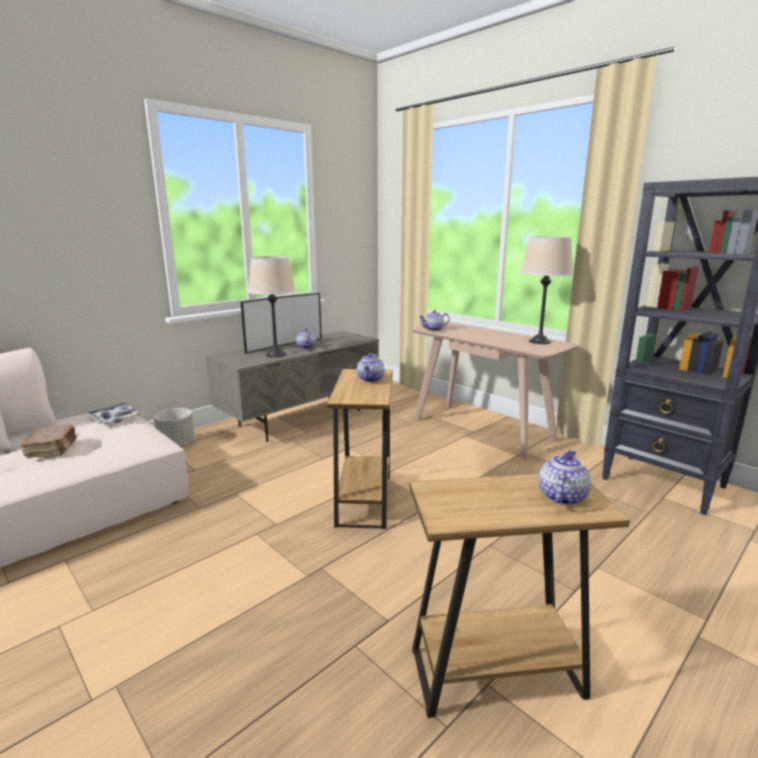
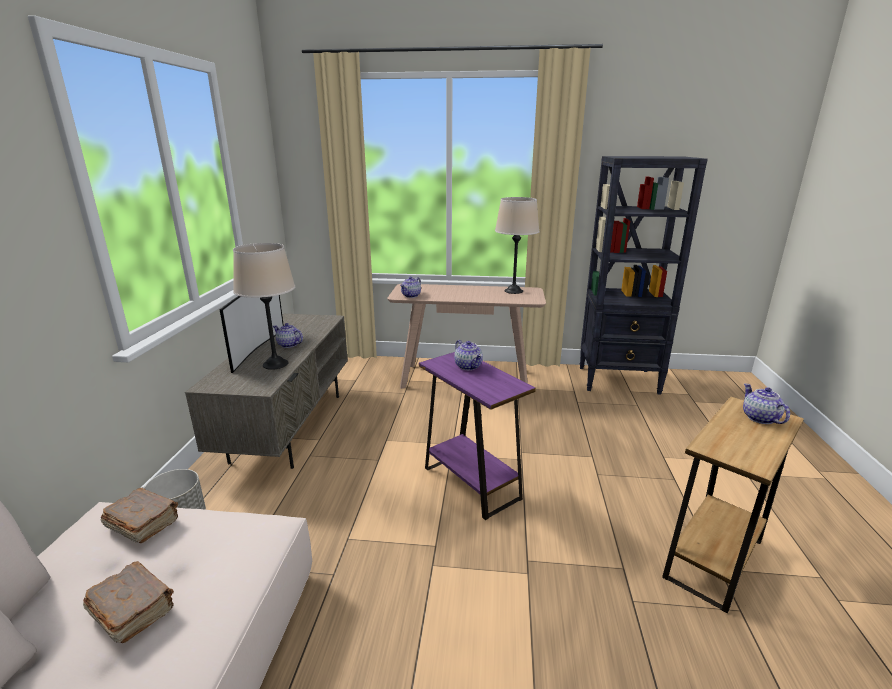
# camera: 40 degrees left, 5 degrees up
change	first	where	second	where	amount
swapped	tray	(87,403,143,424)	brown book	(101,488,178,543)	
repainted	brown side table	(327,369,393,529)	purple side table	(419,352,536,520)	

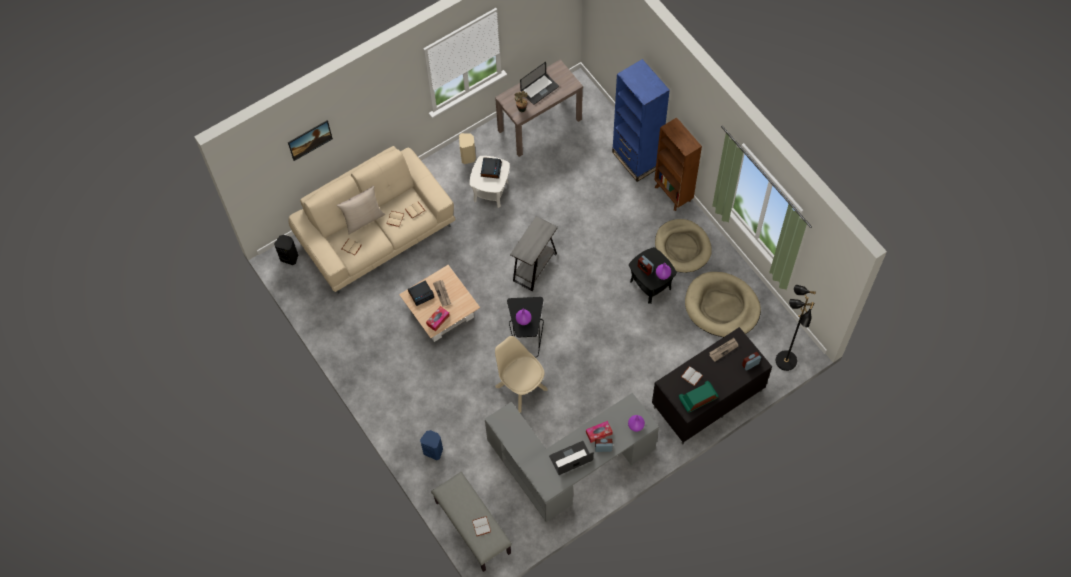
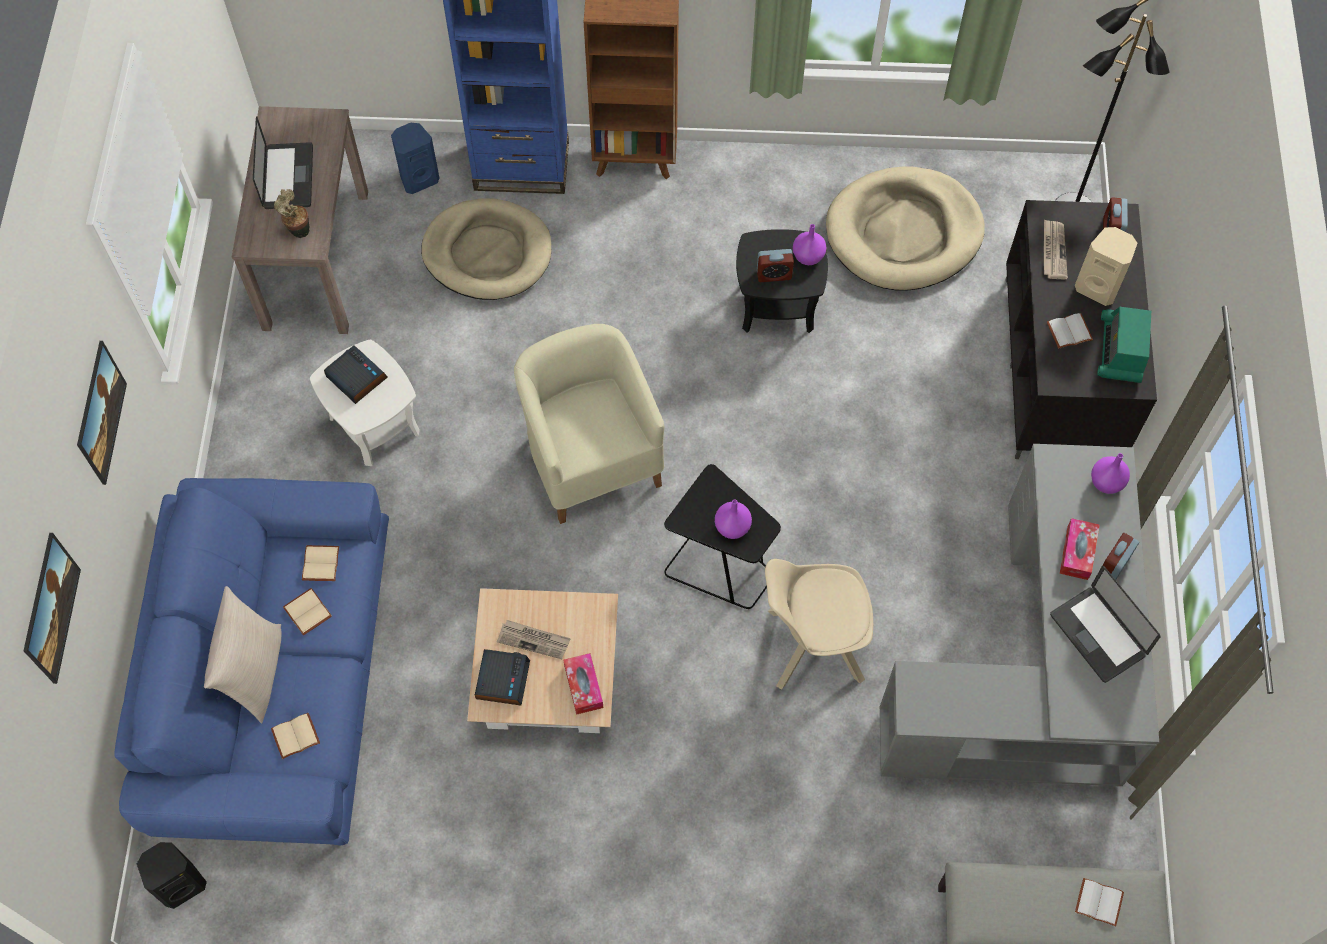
# camera: 55 degrees left, 0 degrees up
change	first	where	second	where	amount
repainted	beige sofa	(289,146,455,293)	blue sofa	(114,478,389,845)	
shifted	blue speaker	(420,430,443,460)		(391,123,439,194)	
shifted	beige speaker	(459,133,476,164)		(1075,227,1138,306)	
swapped	grey side table	(510,216,558,291)	beige armchair	(514,324,664,524)	
rotated	laptop	(549,441,594,475)		(1050,566,1161,683)	45 degrees counterclockwise
shifted	beige dog bed	(655,219,712,273)		(421,198,551,300)	
new			picture	(77,341,127,485)	

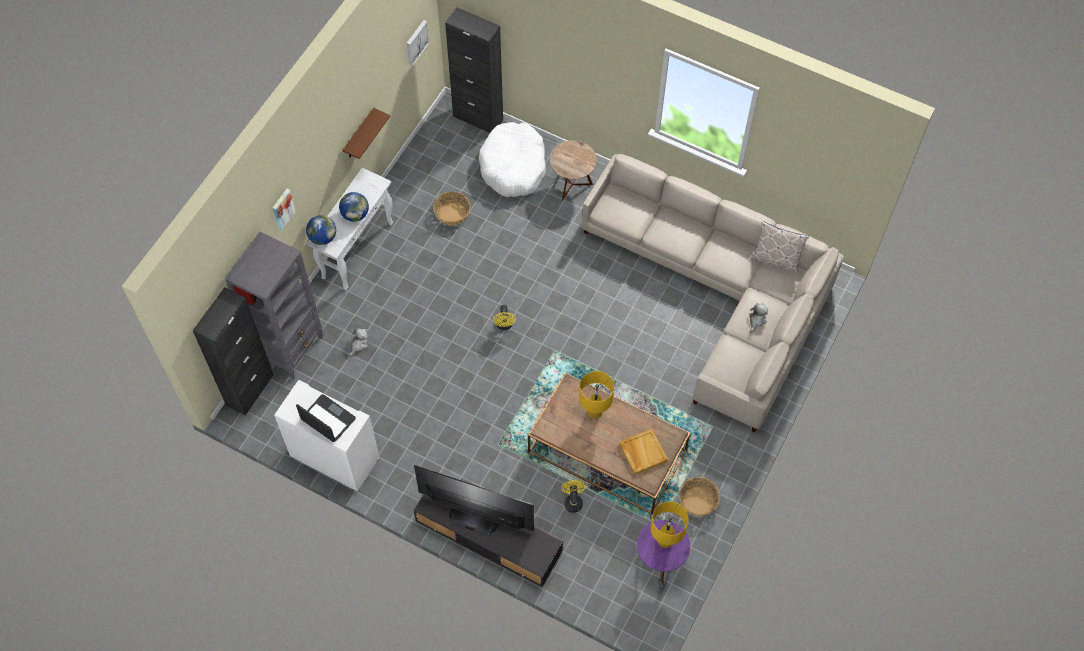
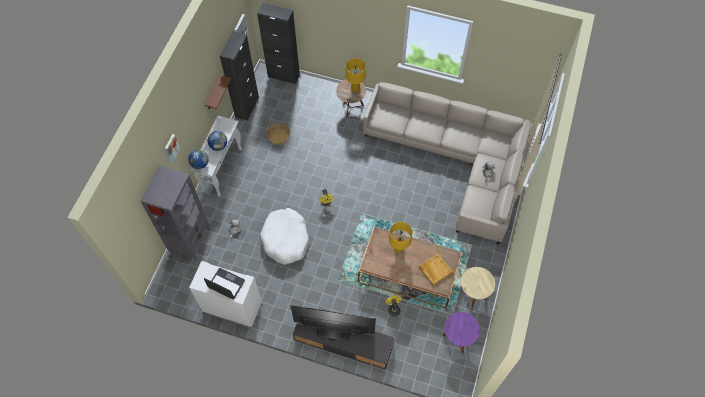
# camera: 10 degrees left, 0 degrees up
change	first	where	second	where	amount
shifted	black cabinet	(193,287,274,416)		(220,31,259,121)	
shifted	white dog bed	(479,122,546,197)		(261,208,309,265)	
shifted	yellow table lamp	(650,501,689,548)		(346,58,366,92)	
swapped	basket	(679,477,720,516)	beige side table	(461,267,495,309)	
gone	pillow	(750,221,809,274)			

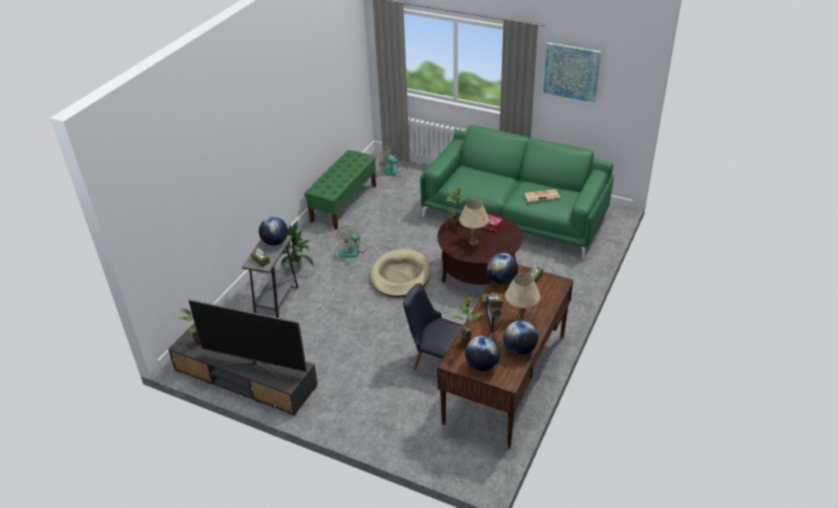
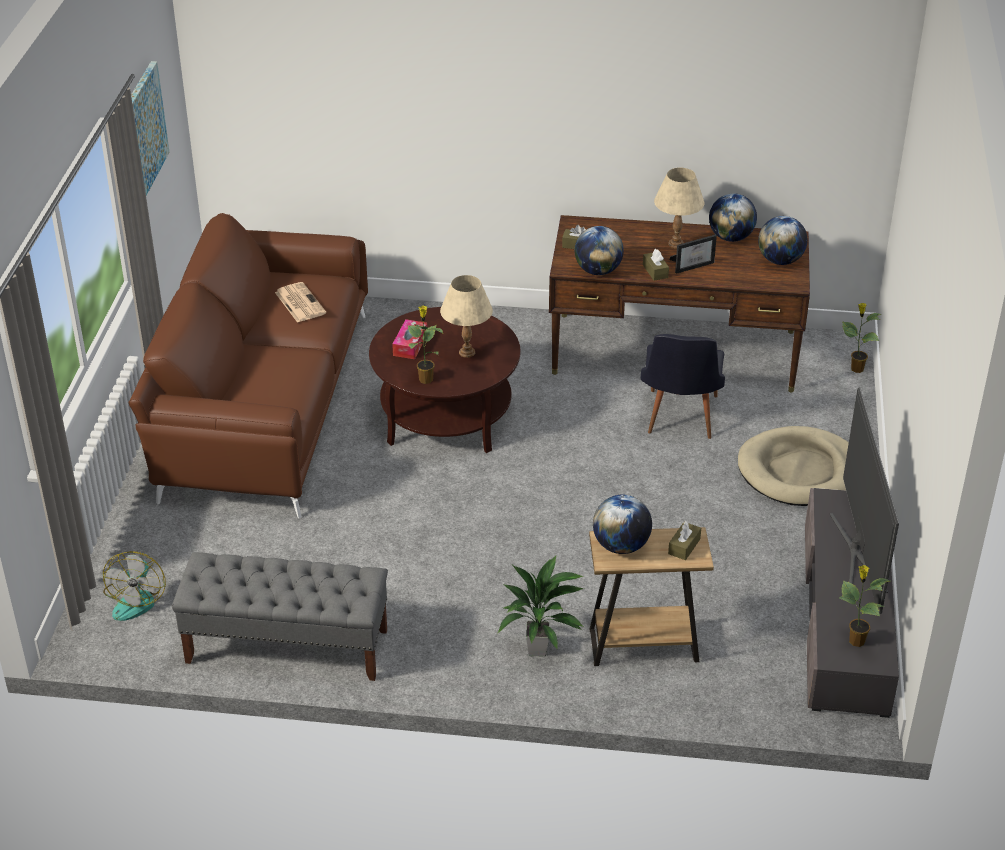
# camera: 110 degrees left, 0 degrees up
change	first	where	second	where	amount
repainted	grey side table	(242,235,298,318)	brown side table	(589,527,714,666)	
repainted	green bench	(304,150,376,230)	grey bench	(172,552,388,681)	
gone	fan	(337,225,368,258)			
shifted	beige dog bed	(370,249,431,297)		(738,426,849,506)	
repainted	green sofa	(420,125,614,259)	brown sofa	(129,213,368,518)	
shifted	potted plant	(451,297,483,346)		(842,303,881,373)	

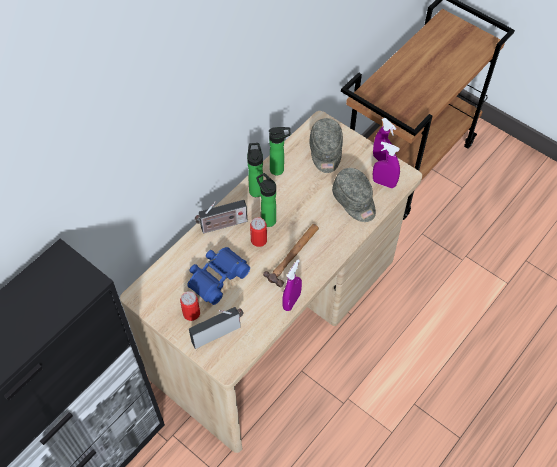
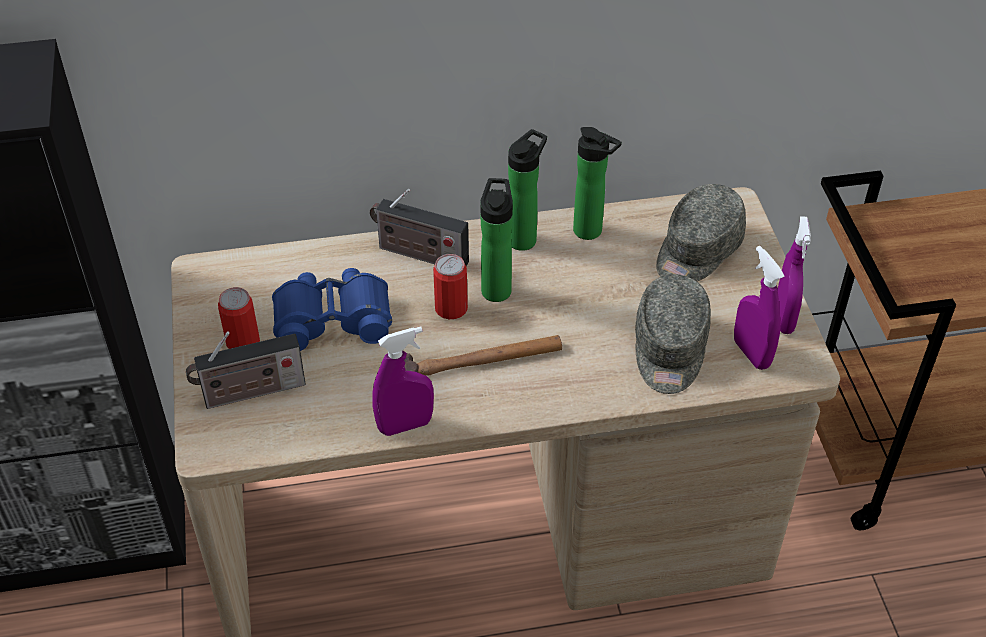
# camera: 40 degrees right, 10 degrees down
change	first	where	second	where	amount
rotated	radio	(189,307,244,349)		(186,332,306,409)	150 degrees clockwise

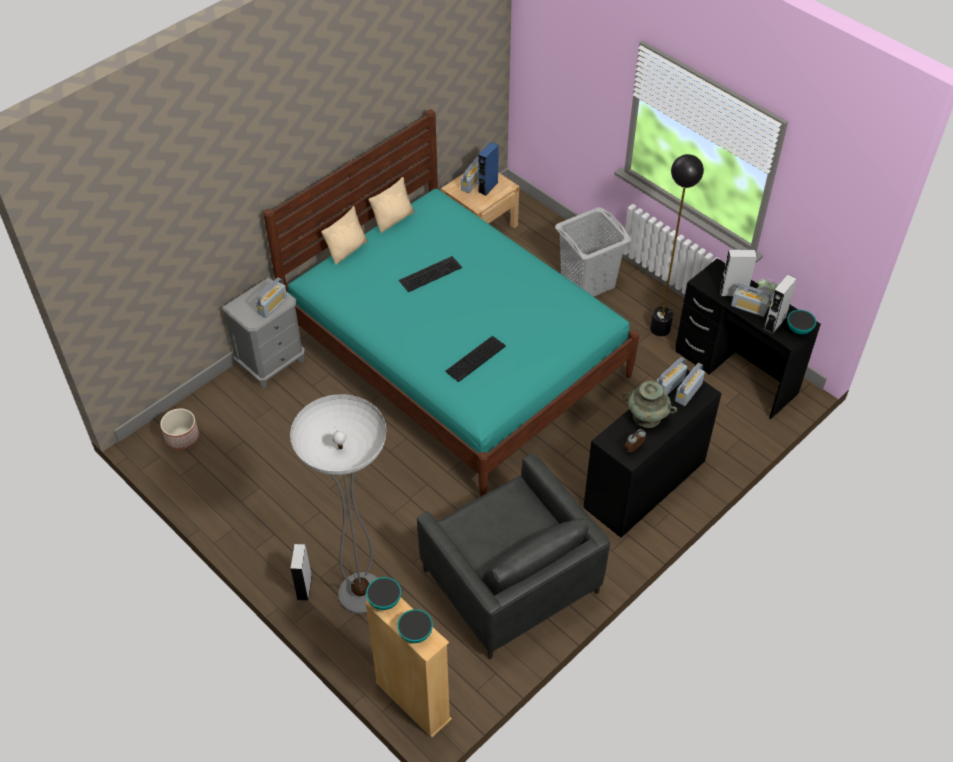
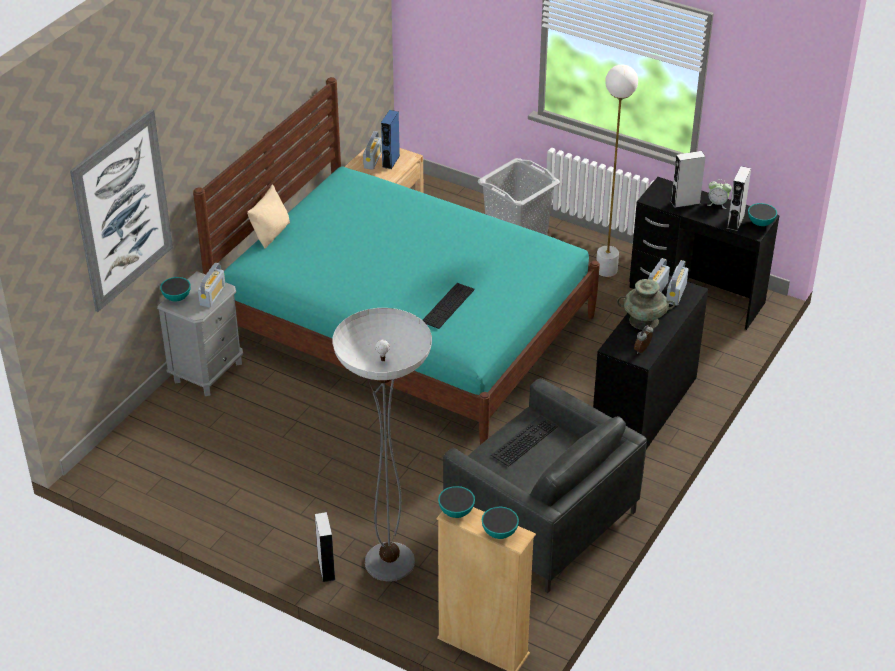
# camera: 15 degrees left, 10 degrees down
change	first	where	second	where	amount
gone	planter	(160,409,199,450)			
gone	beige pillow	(369,177,414,233)			
shifted	keyboard	(399,256,462,292)		(491,416,558,467)	
repainted	black floor lamp	(650,154,704,336)	white floor lamp	(596,65,638,277)	
gone	radio	(731,283,771,317)			
new			picture	(70,109,173,312)	
new			bowl	(160,277,191,301)	

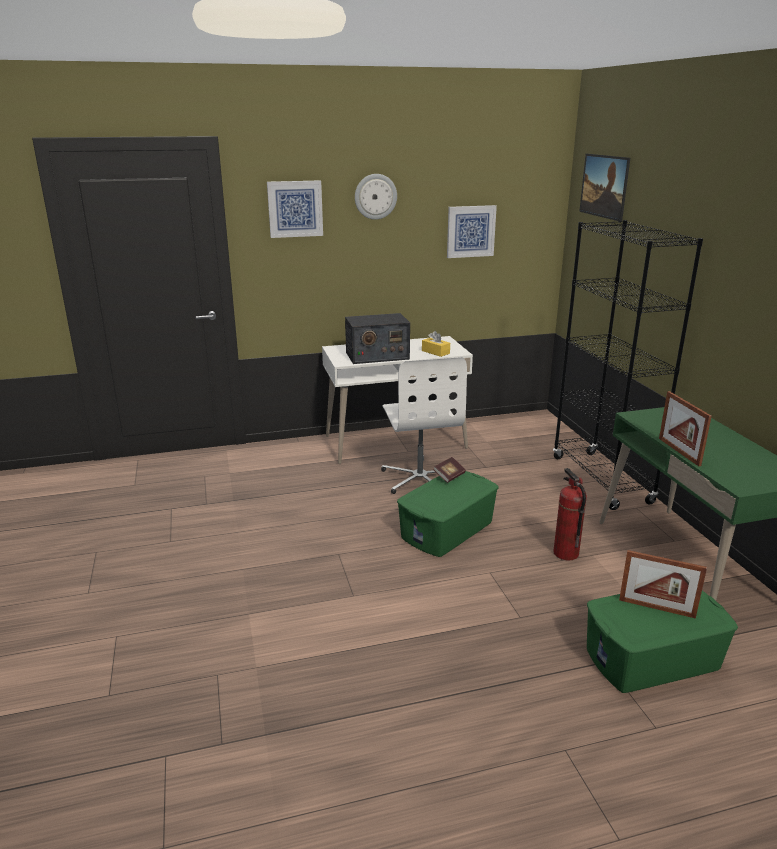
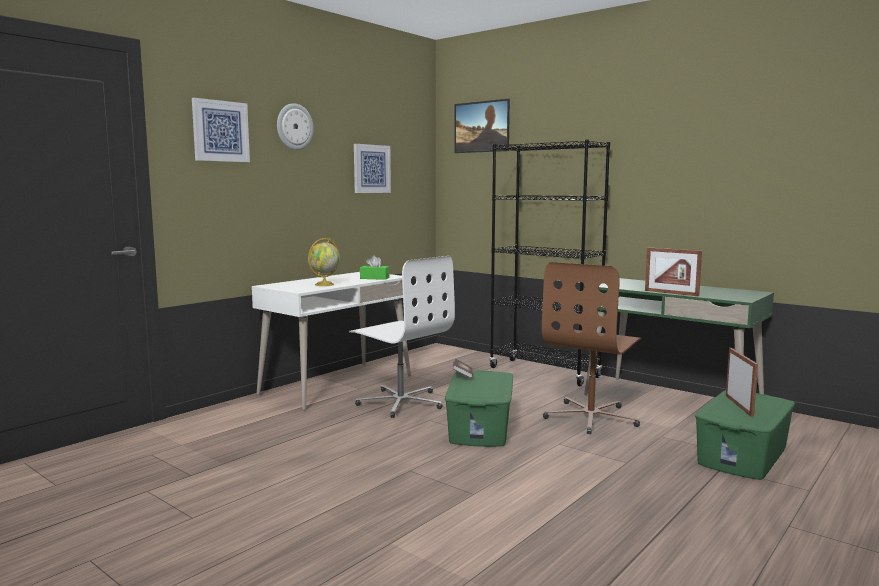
# camera: 35 degrees left, 15 degrees down
change	first	where	second	where	amount
swapped	radio	(345,313,410,364)	globe	(308,238,340,286)	
repainted	yellow tissue box	(422,331,450,357)	green tissue box	(360,256,389,280)	
swapped	fire extinguisher	(553,468,587,561)	brown office chair	(542,262,641,434)	
rotated	picture frame	(619,550,707,619)		(726,348,758,417)	75 degrees counterclockwise

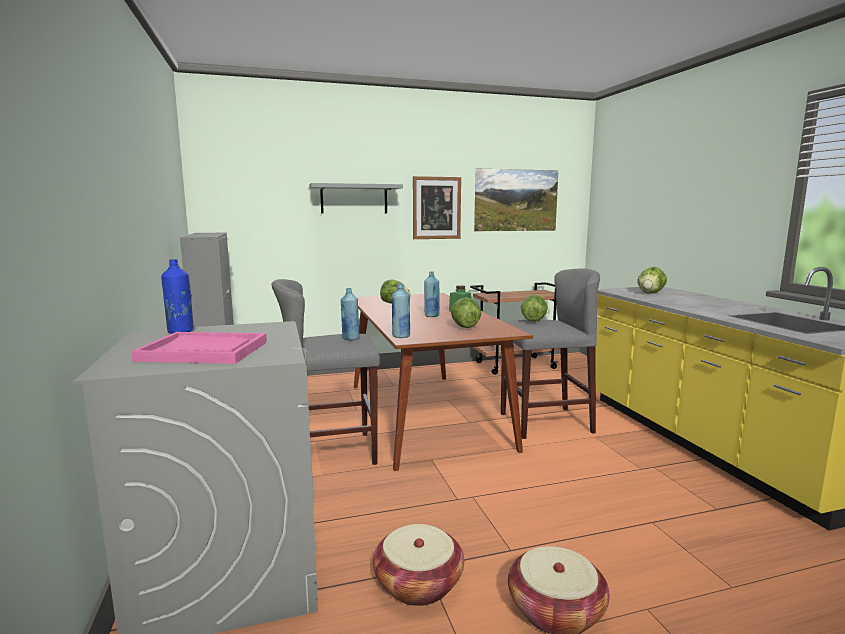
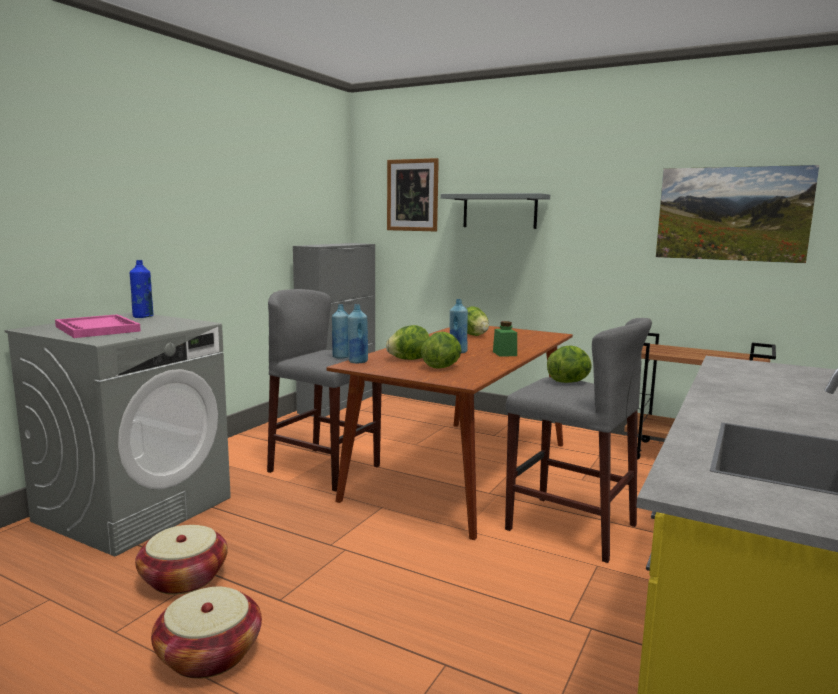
# camera: 45 degrees right, 0 degrees up
change	first	where	second	where	amount
shifted	picture	(413,176,461,239)		(387,158,439,231)	
shifted	lettuce	(637,267,667,294)		(386,325,429,360)	

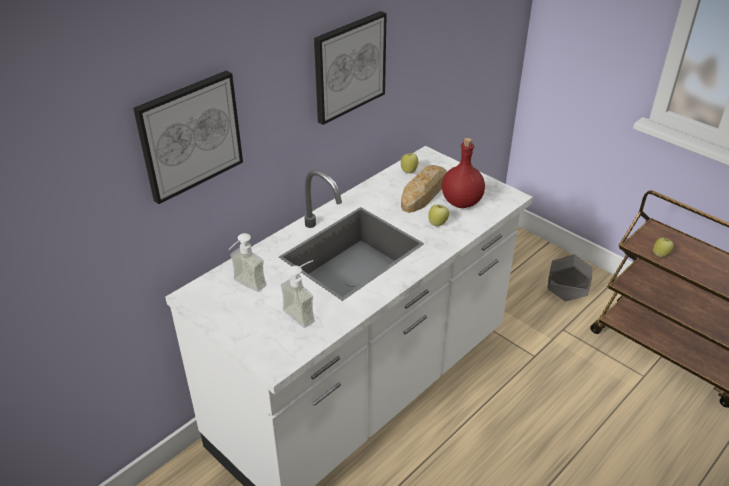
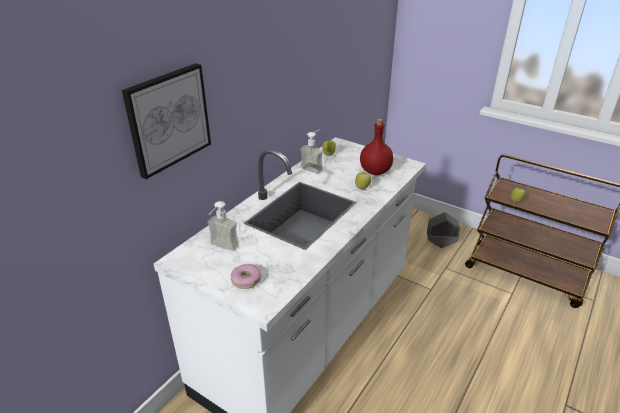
# camera: 10 degrees left, 5 degrees down
change	first	where	second	where	amount
shifted	soap dispenser	(281,260,315,328)		(300,130,323,174)	
gone	picture	(314,11,387,125)			
gone	bread	(401,165,447,213)			
new			donut	(231,264,261,289)	

